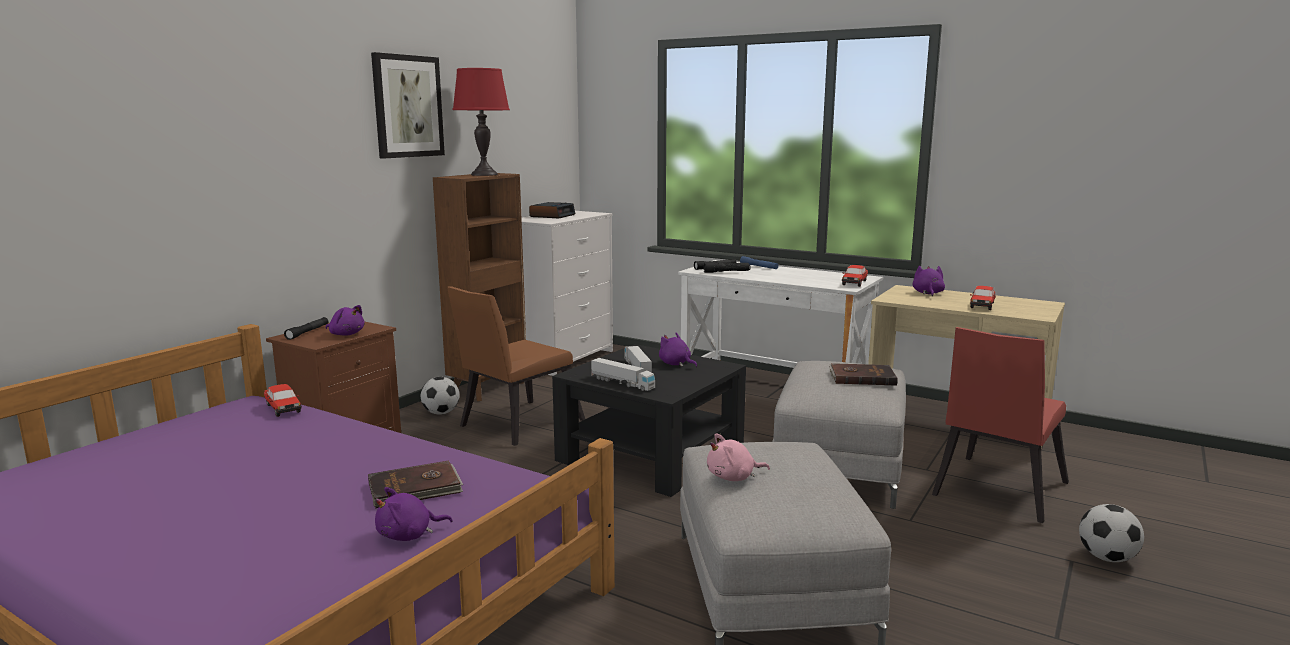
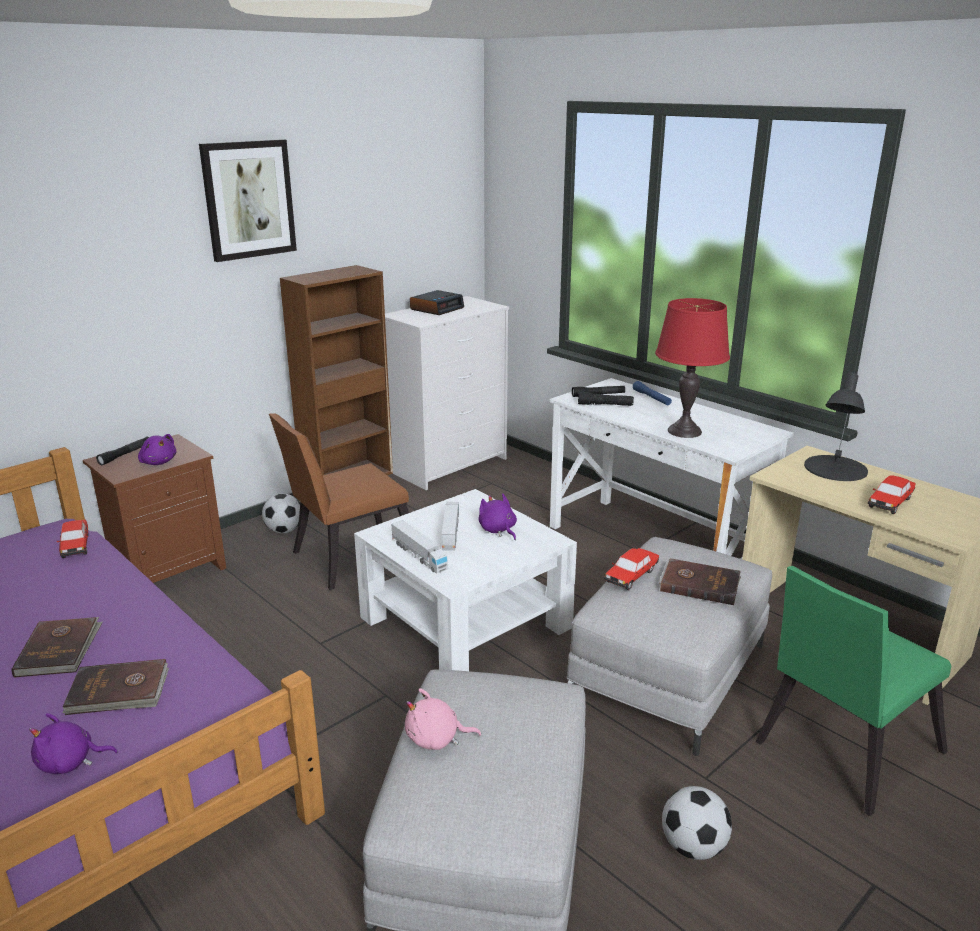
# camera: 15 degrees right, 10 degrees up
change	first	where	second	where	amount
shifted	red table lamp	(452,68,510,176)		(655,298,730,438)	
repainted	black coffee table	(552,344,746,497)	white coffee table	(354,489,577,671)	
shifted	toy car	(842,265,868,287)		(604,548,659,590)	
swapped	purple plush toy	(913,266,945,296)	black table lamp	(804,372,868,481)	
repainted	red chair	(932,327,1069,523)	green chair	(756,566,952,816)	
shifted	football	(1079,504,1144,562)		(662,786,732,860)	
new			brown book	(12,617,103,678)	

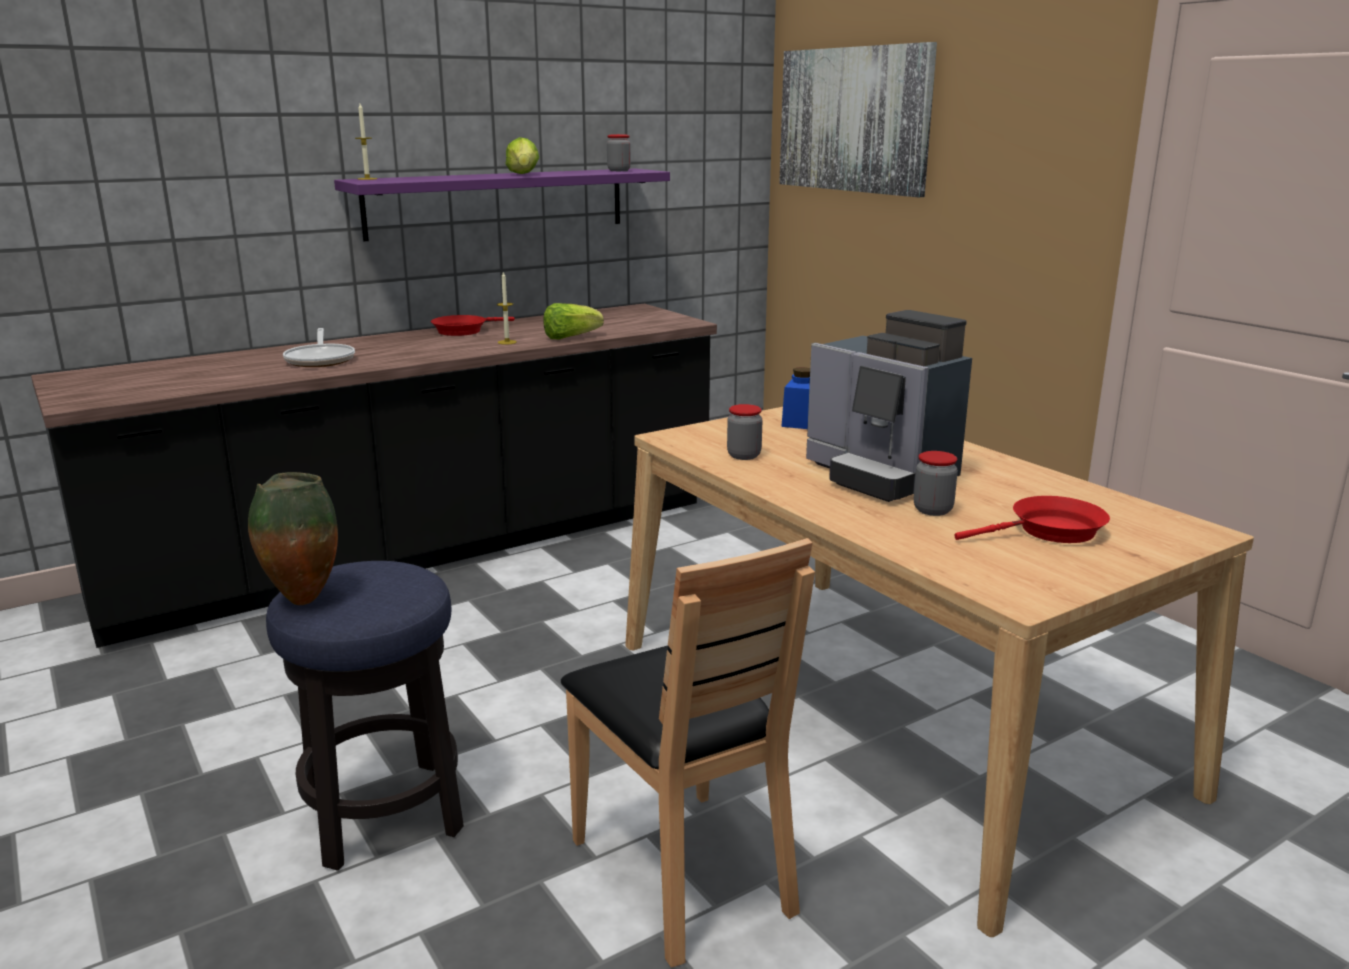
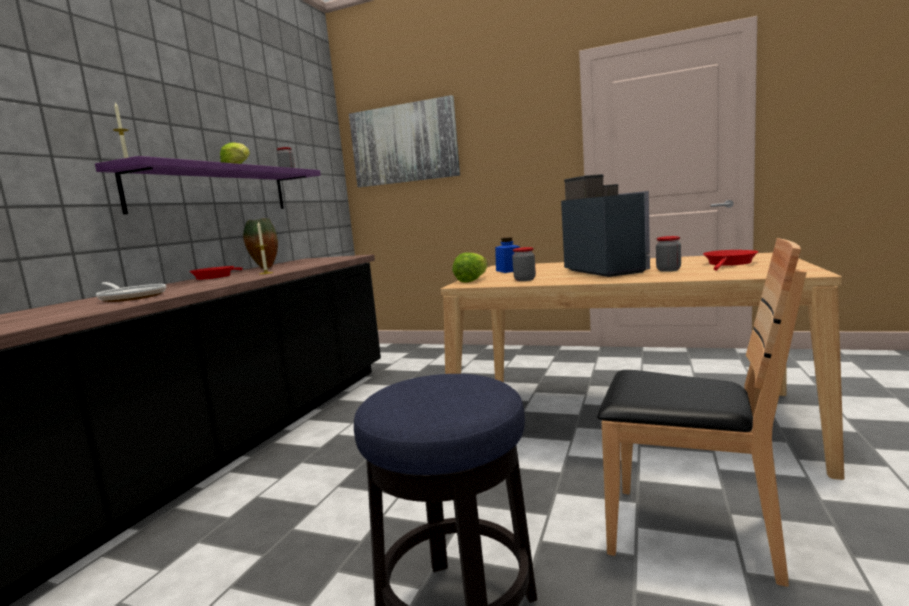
# camera: 35 degrees left, 10 degrees down
change	first	where	second	where	amount
shifted	vase	(248,472,338,605)		(243,218,278,269)	
shifted	lettuce	(543,303,604,339)		(452,252,488,283)	
rotated	coffee machine	(806,310,972,502)		(561,174,650,277)	120 degrees counterclockwise

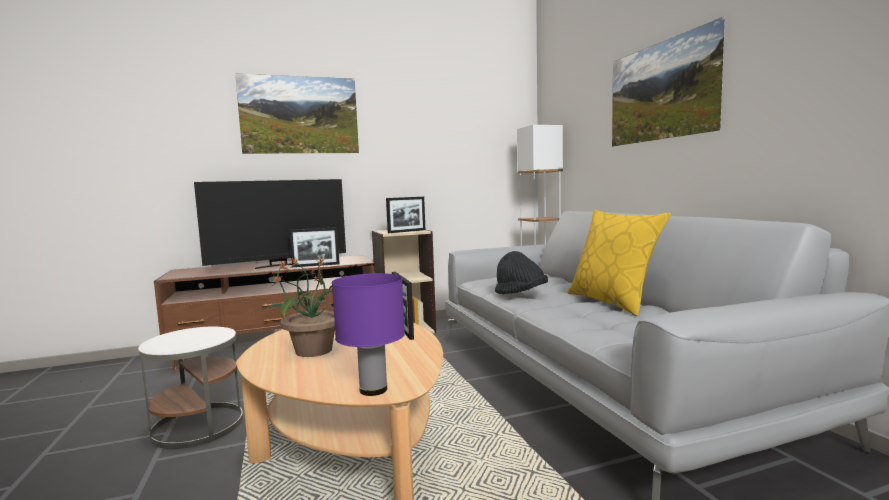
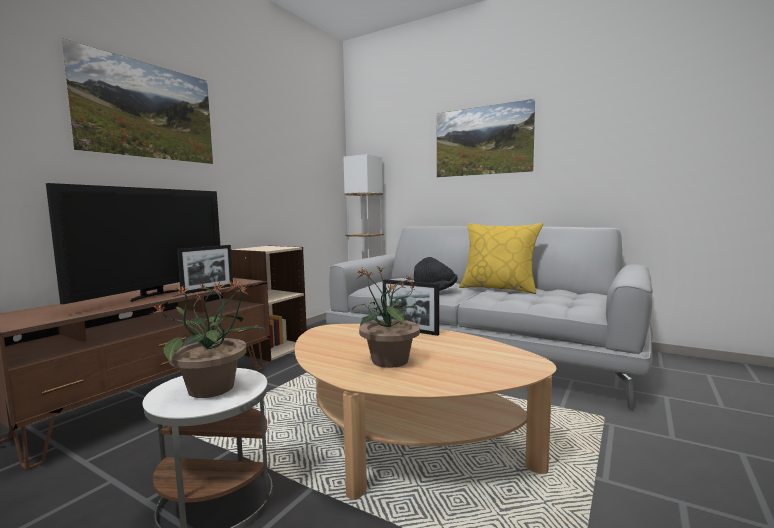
# camera: 40 degrees left, 0 degrees up
change	first	where	second	where	amount
gone	purple table lamp	(332,273,405,396)			
gone	picture frame	(386,197,425,233)			
new			potted plant	(149,279,266,398)	

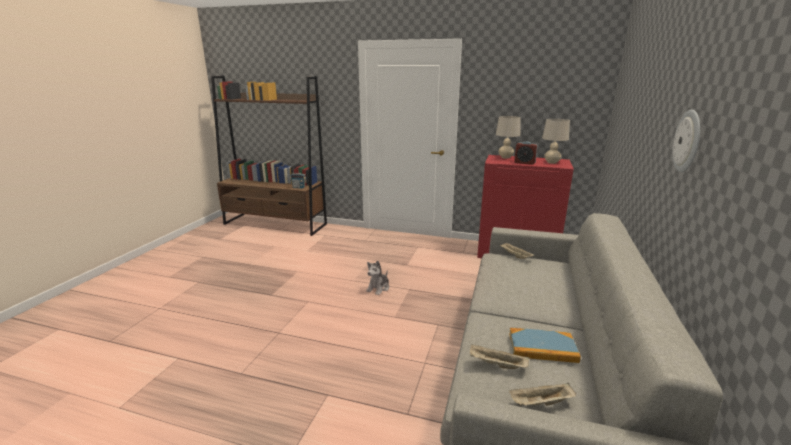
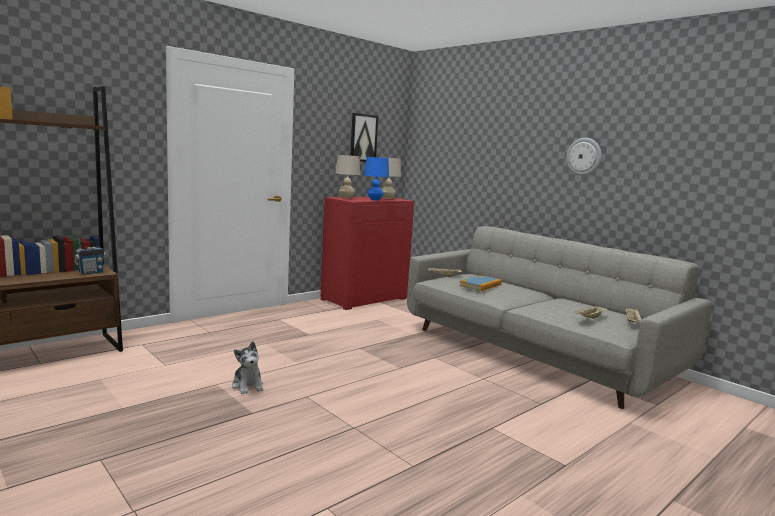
# camera: 60 degrees left, 10 degrees down
change	first	where	second	where	amount
shifted	plush toy	(366,260,389,295)		(232,341,263,394)	
shifted	book	(509,328,581,363)		(459,275,502,291)	
swapped	alarm clock	(514,142,538,165)	blue table lamp	(364,157,389,201)	
new			picture	(350,113,379,162)	

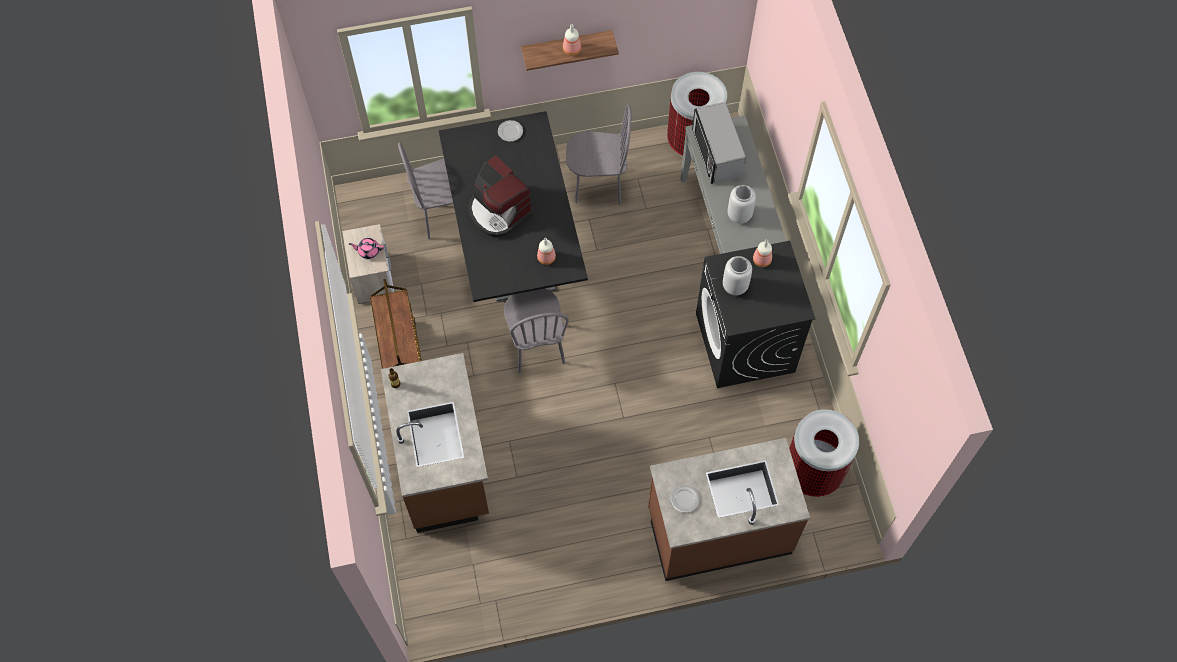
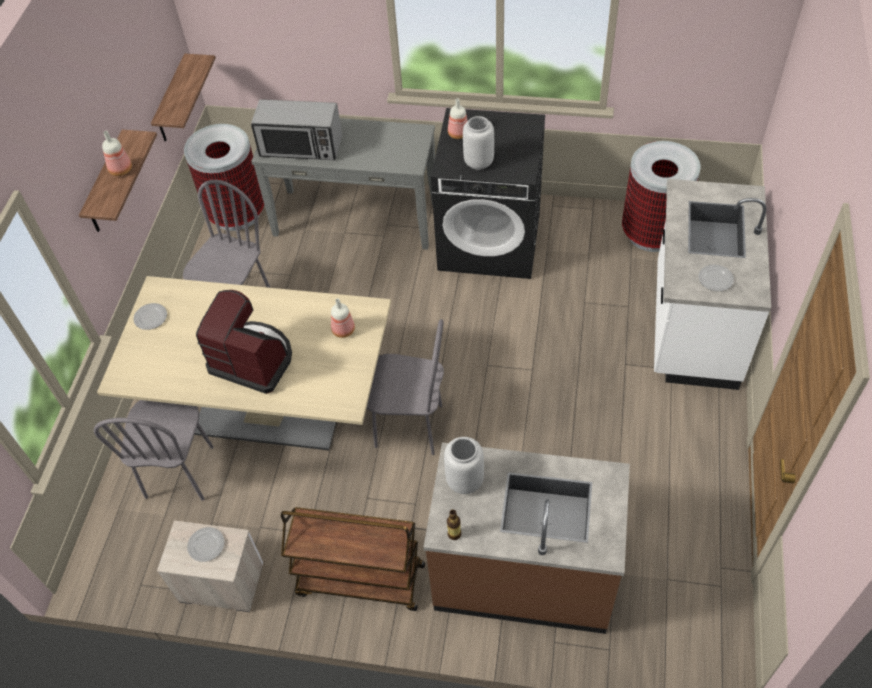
# camera: 65 degrees left, 10 degrees down
change	first	where	second	where	amount
swapped	pink teapot	(349,238,384,259)	plate	(187,527,225,562)	
repainted	black dining table	(439,111,588,302)	beige dining table	(97,276,391,450)	
rotated	coffee machine	(469,155,533,237)		(196,290,292,394)	135 degrees counterclockwise
repainted	brown counter	(648,438,810,581)	white counter	(654,179,771,390)	
shifted	grey vase	(728,185,756,224)		(444,437,484,494)	
new			shelf	(151,54,216,141)	

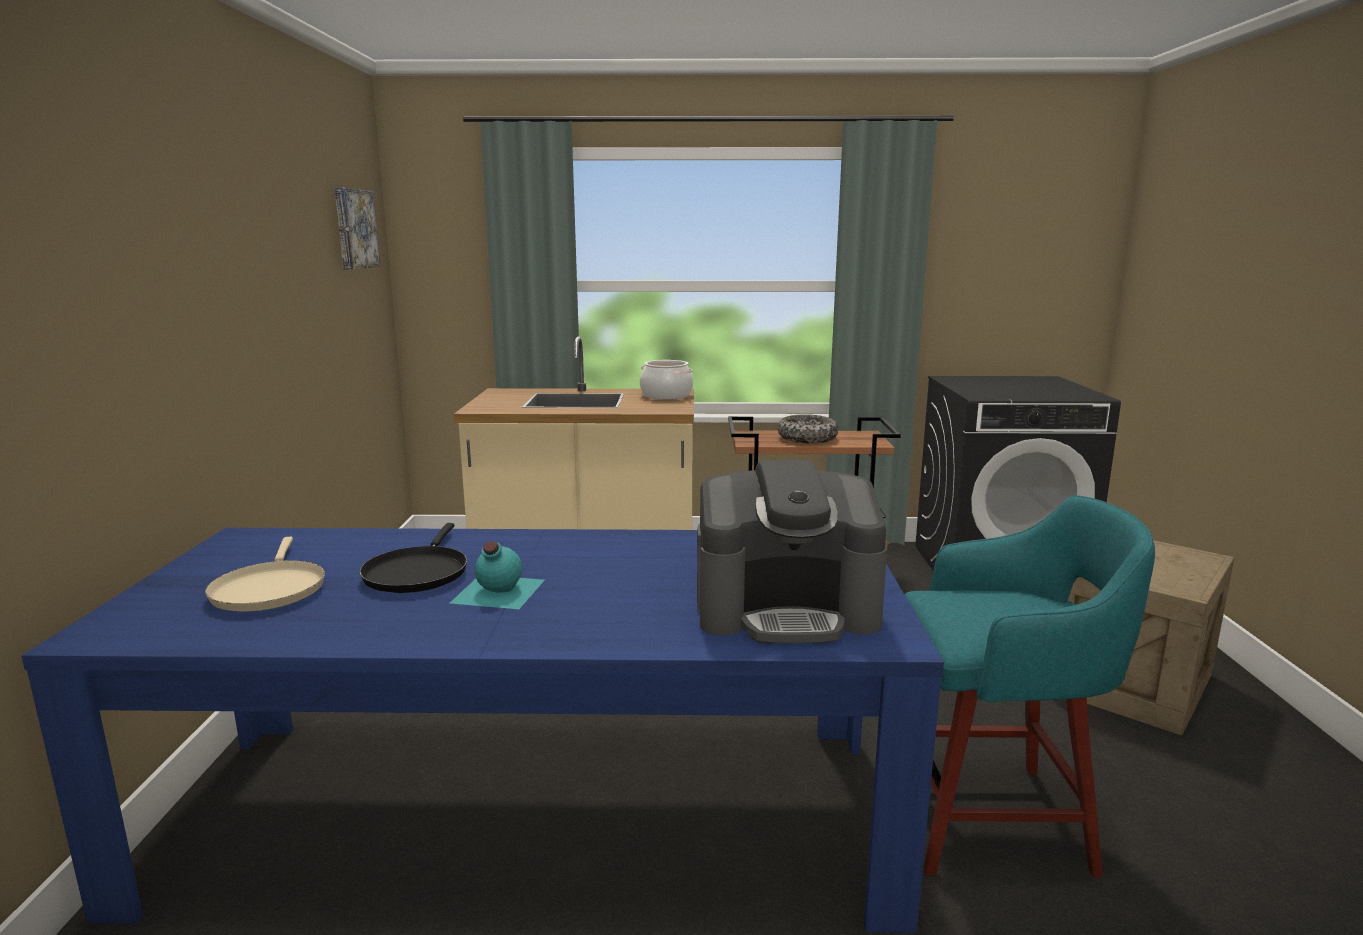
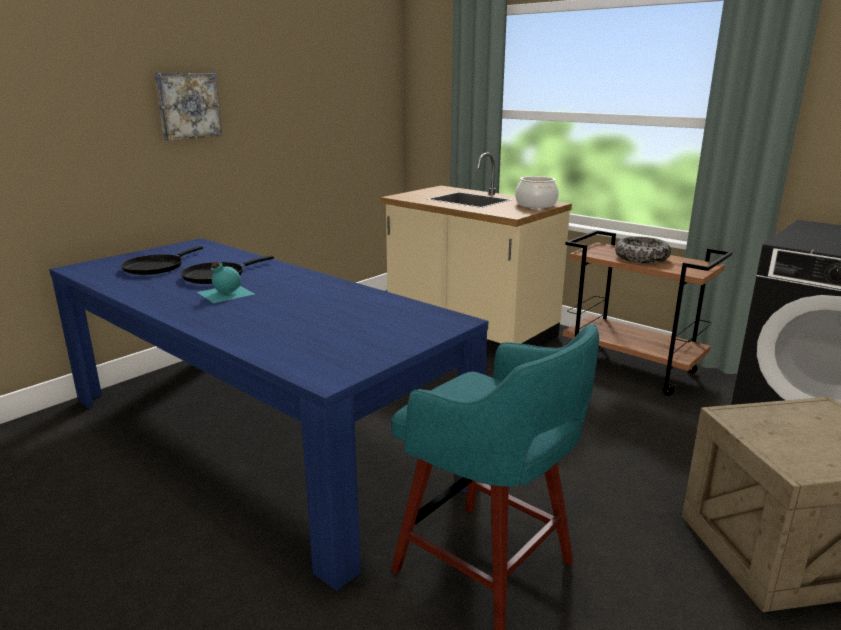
# camera: 40 degrees right, 5 degrees up
change	first	where	second	where	amount
repainted	beige frying pan	(205,537,325,611)	black frying pan	(121,246,203,275)	
shifted	picture	(335,187,381,269)		(155,73,222,140)	
gone	coffee machine	(697,460,887,643)			

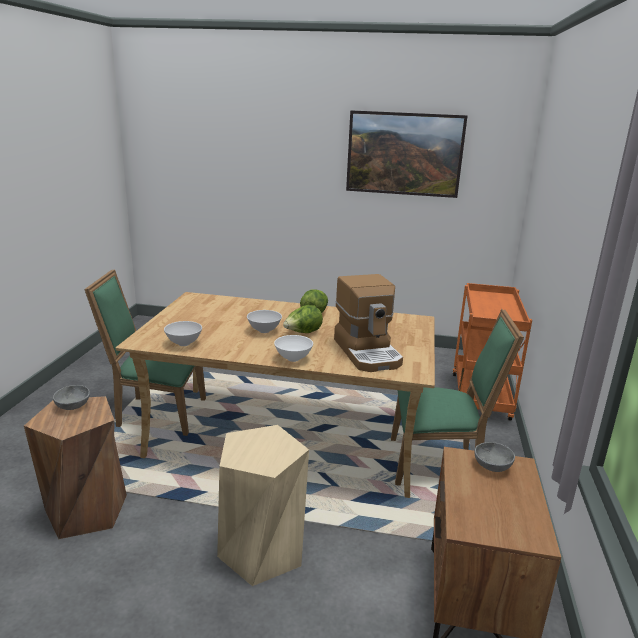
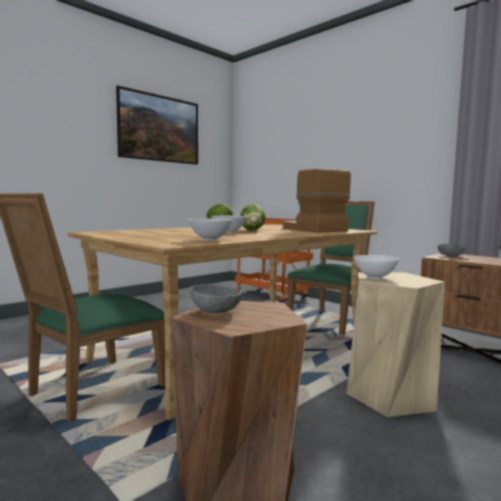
# camera: 55 degrees left, 15 degrees down
change	first	where	second	where	amount
shifted	white bowl	(274,335,313,362)		(354,255,399,279)	
rotated	coffee machine	(334,274,403,372)		(283,168,351,232)	135 degrees counterclockwise

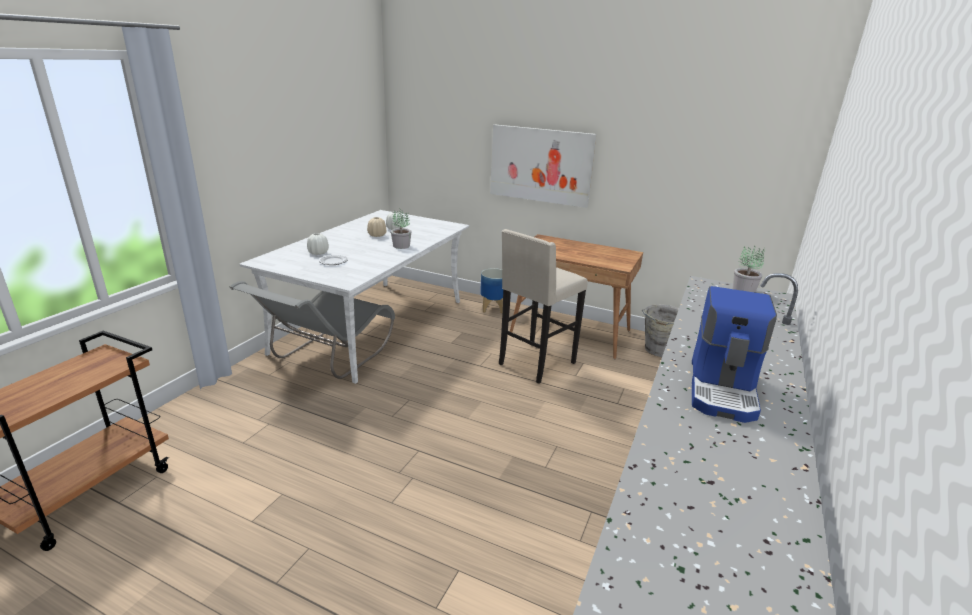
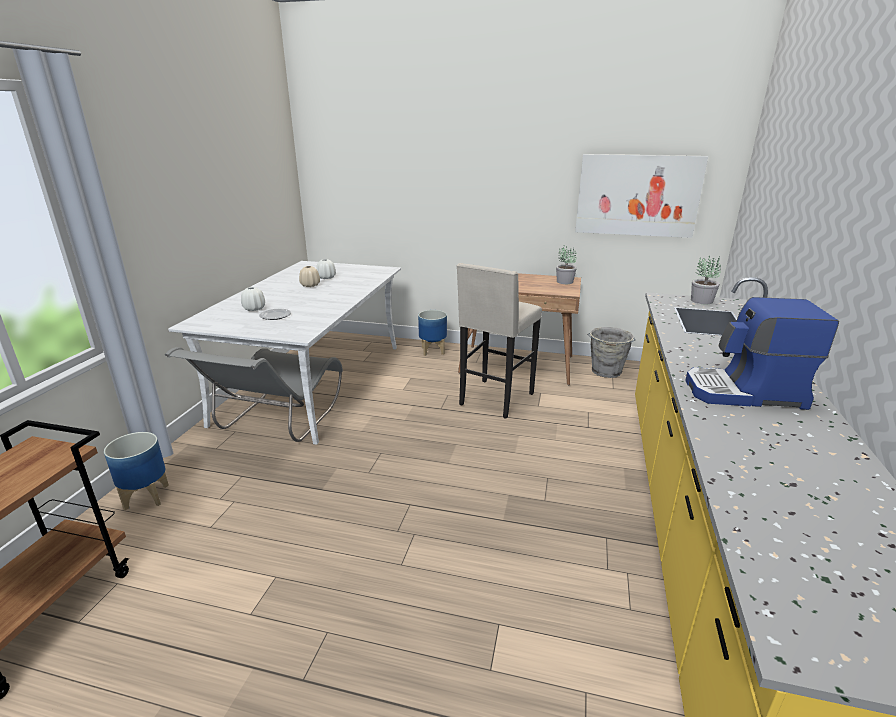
# camera: 10 degrees left, 0 degrees up
change	first	where	second	where	amount
shifted	potted plant	(391,208,412,249)		(556,246,577,284)	
shifted	picture	(490,125,596,208)		(575,154,708,238)	
rotated	coffee machine	(692,286,777,423)		(685,297,839,410)	90 degrees clockwise
new			planter	(104,432,169,510)	

